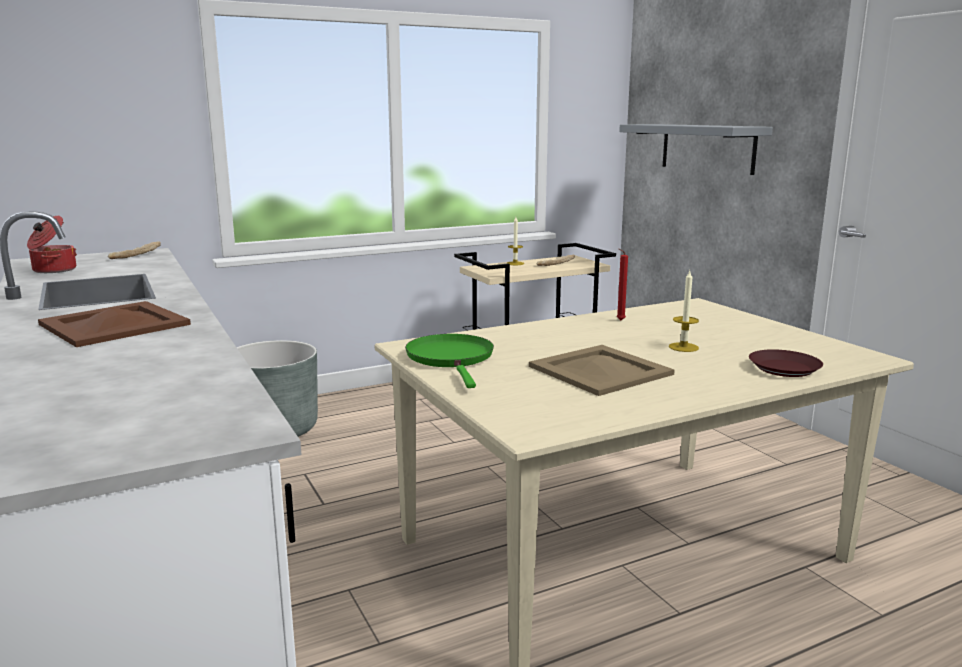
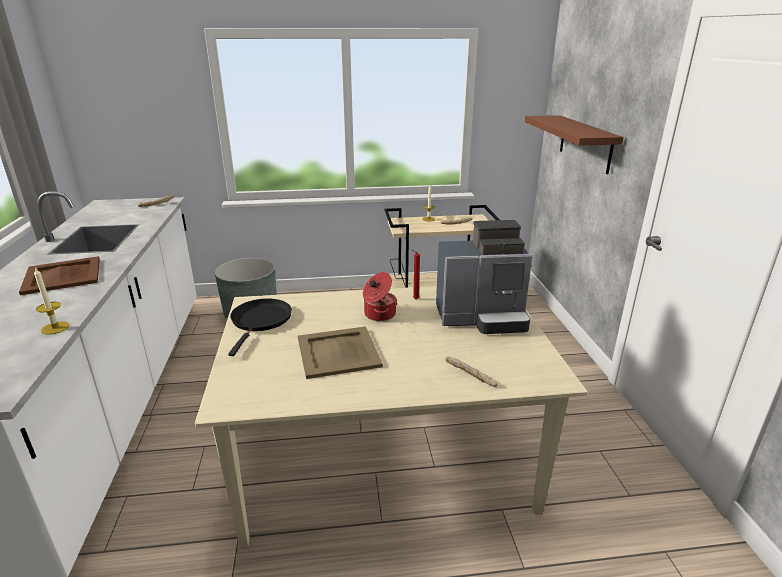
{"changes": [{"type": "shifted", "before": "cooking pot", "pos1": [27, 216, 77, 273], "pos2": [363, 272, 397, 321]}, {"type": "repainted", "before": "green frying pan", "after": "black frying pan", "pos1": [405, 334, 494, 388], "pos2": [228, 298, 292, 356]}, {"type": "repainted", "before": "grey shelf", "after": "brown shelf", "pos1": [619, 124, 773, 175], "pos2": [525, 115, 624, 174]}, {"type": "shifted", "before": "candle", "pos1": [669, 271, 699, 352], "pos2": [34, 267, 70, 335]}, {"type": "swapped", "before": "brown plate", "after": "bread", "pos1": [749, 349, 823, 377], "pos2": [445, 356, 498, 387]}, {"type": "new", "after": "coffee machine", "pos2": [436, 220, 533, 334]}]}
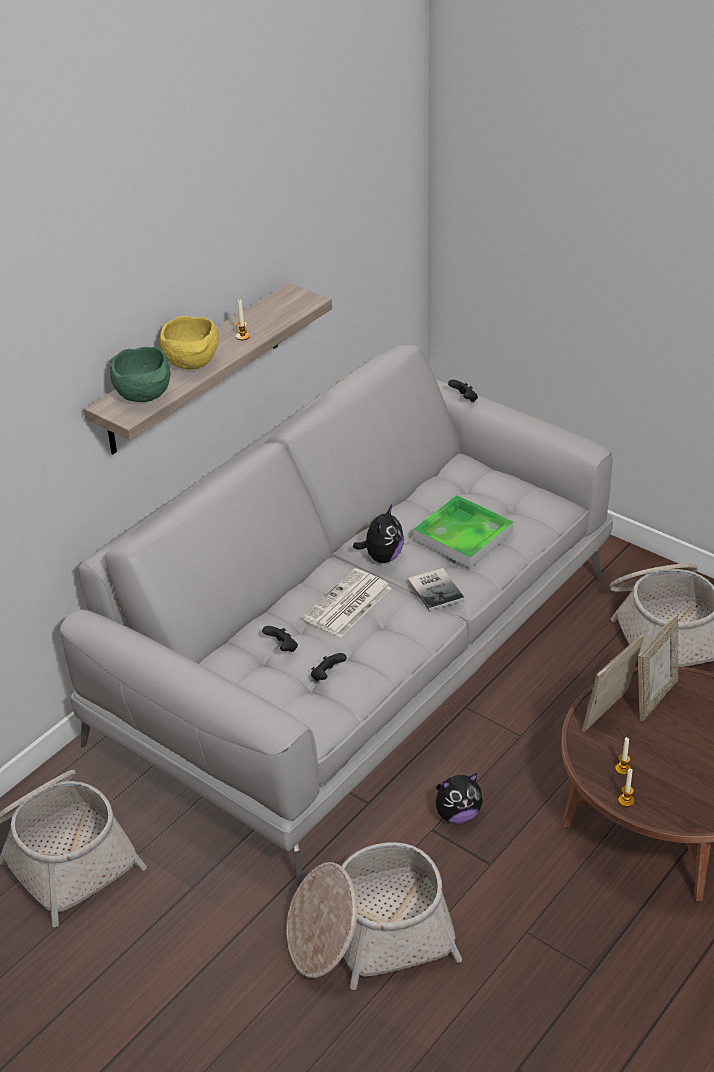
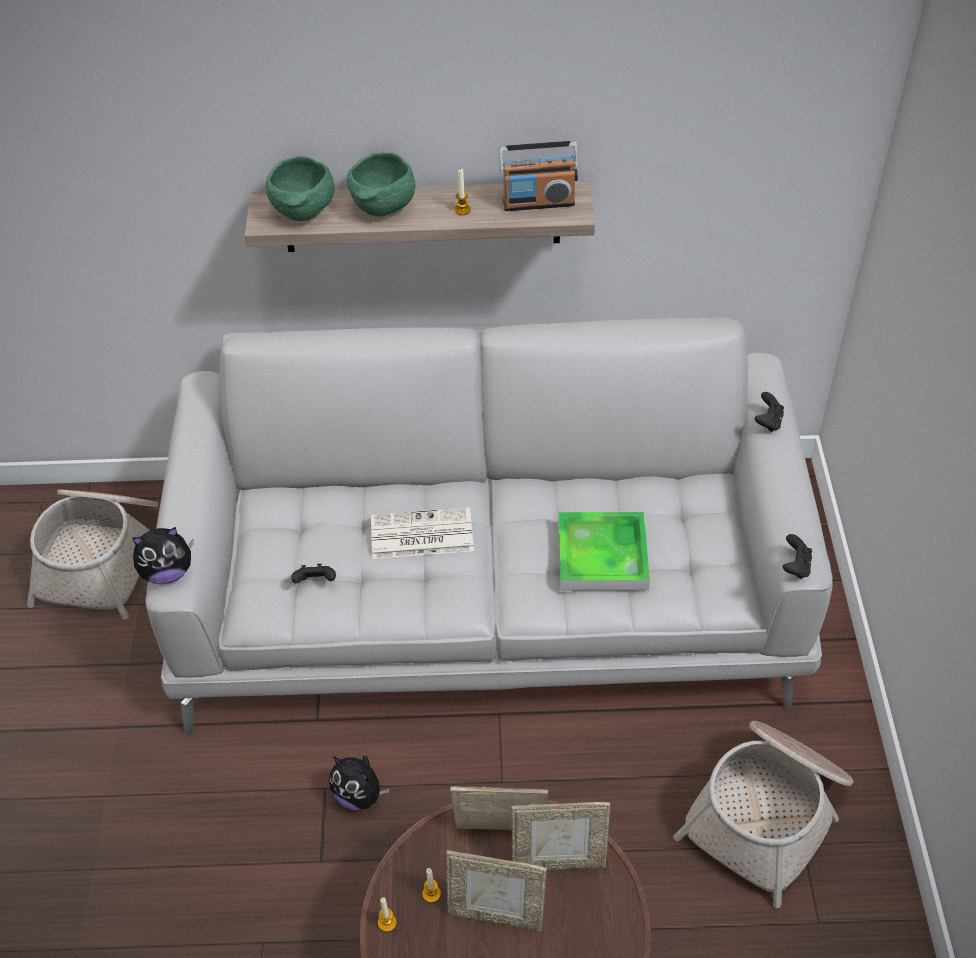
{"changes": [{"type": "repainted", "before": "yellow bowl", "after": "green bowl", "pos1": [159, 316, 219, 370], "pos2": [347, 152, 416, 216]}, {"type": "shifted", "before": "black game controller", "pos1": [262, 626, 298, 652], "pos2": [783, 534, 812, 579]}, {"type": "gone", "before": "basket", "pos1": [286, 842, 462, 990]}, {"type": "shifted", "before": "plush toy", "pos1": [353, 505, 404, 563], "pos2": [132, 527, 193, 585]}, {"type": "gone", "before": "book", "pos1": [408, 568, 464, 611]}, {"type": "new", "after": "picture frame", "pos2": [446, 850, 547, 931]}, {"type": "new", "after": "radio", "pos2": [499, 141, 579, 211]}]}
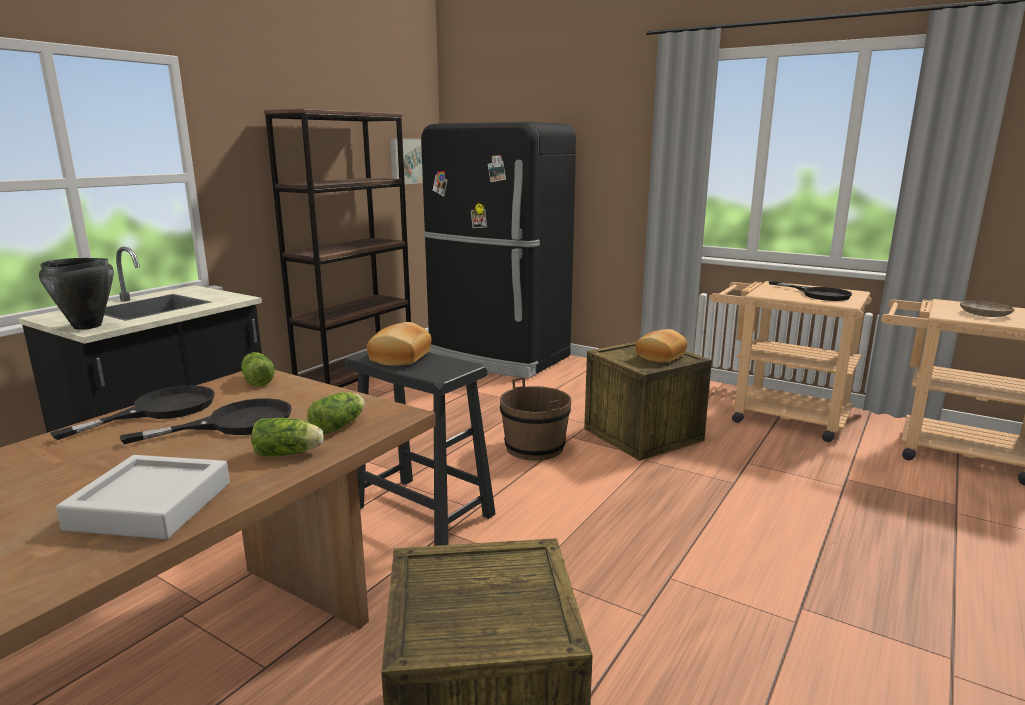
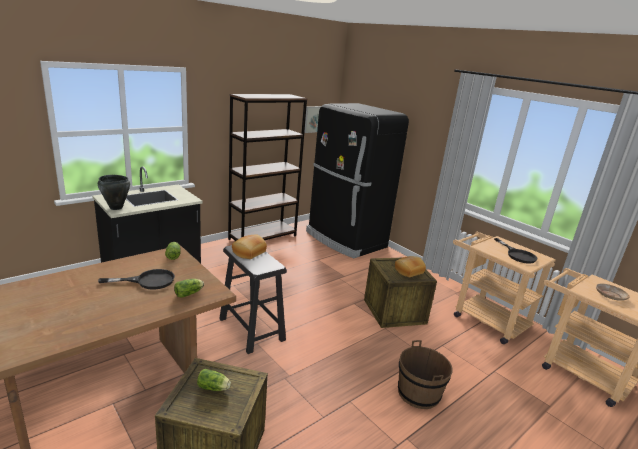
{"changes": [{"type": "gone", "before": "black frying pan", "pos1": [50, 385, 215, 440]}, {"type": "gone", "before": "grey tray", "pos1": [56, 455, 230, 539]}, {"type": "shifted", "before": "lettuce", "pos1": [251, 418, 324, 456], "pos2": [197, 369, 231, 391]}, {"type": "shifted", "before": "brown bucket", "pos1": [500, 378, 572, 461], "pos2": [398, 340, 453, 409]}]}
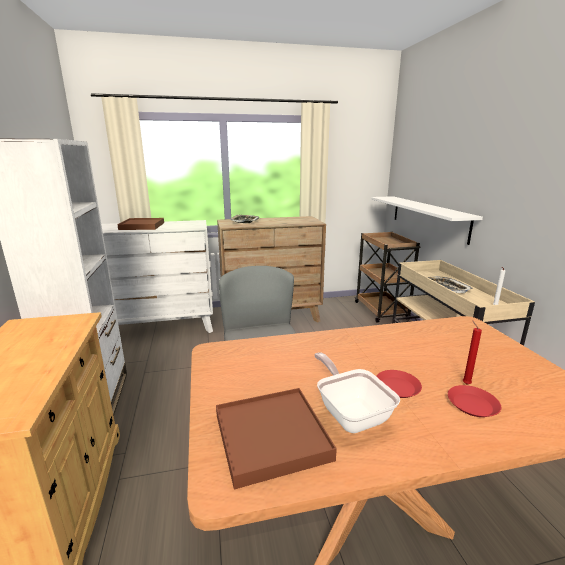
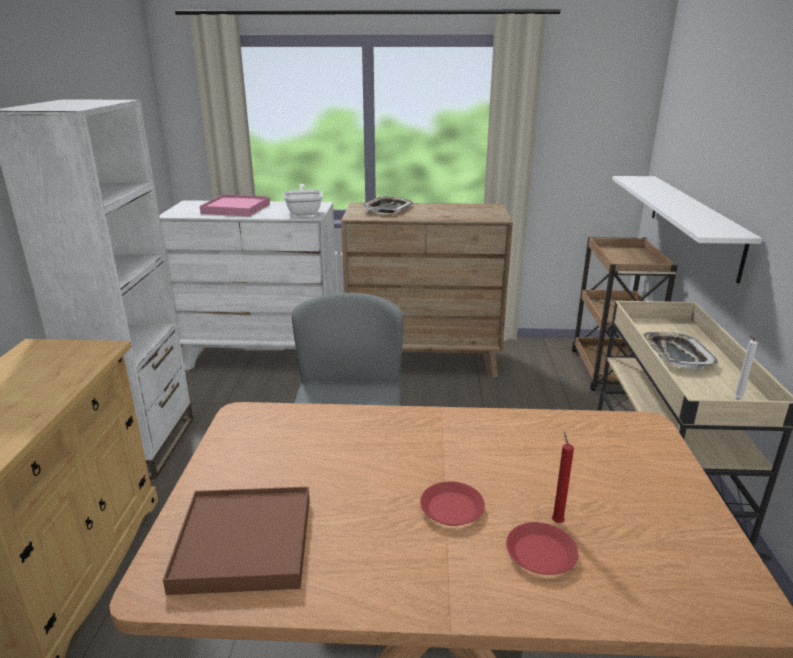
{"changes": [{"type": "repainted", "before": "brown tray", "after": "pink tray", "pos1": [117, 218, 164, 230], "pos2": [200, 194, 270, 217]}, {"type": "shifted", "before": "frying pan", "pos1": [314, 352, 400, 433], "pos2": [284, 184, 323, 216]}]}
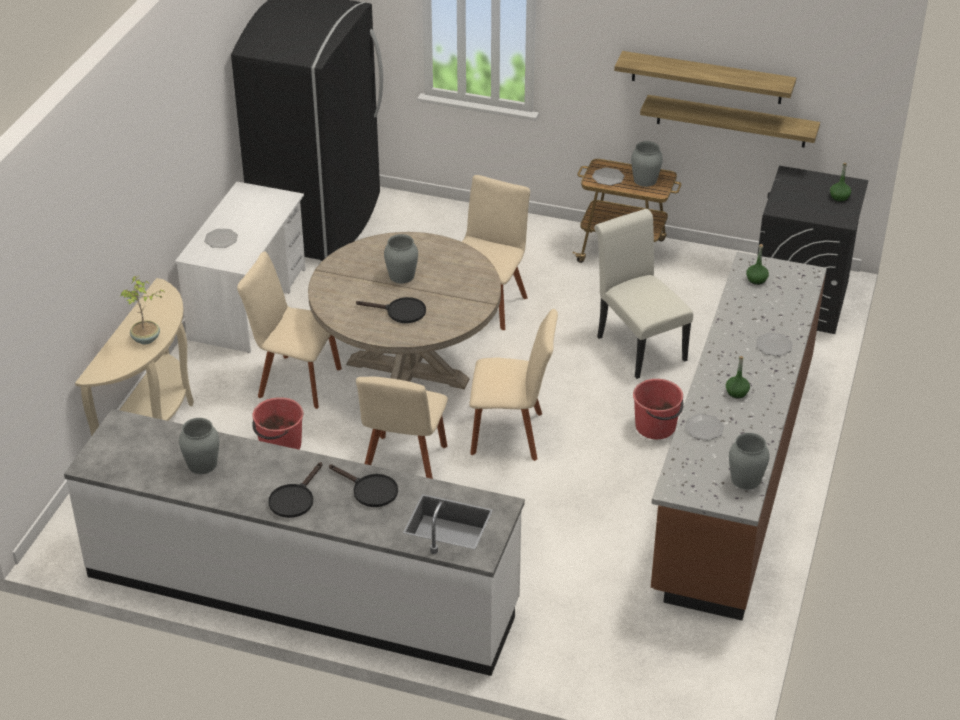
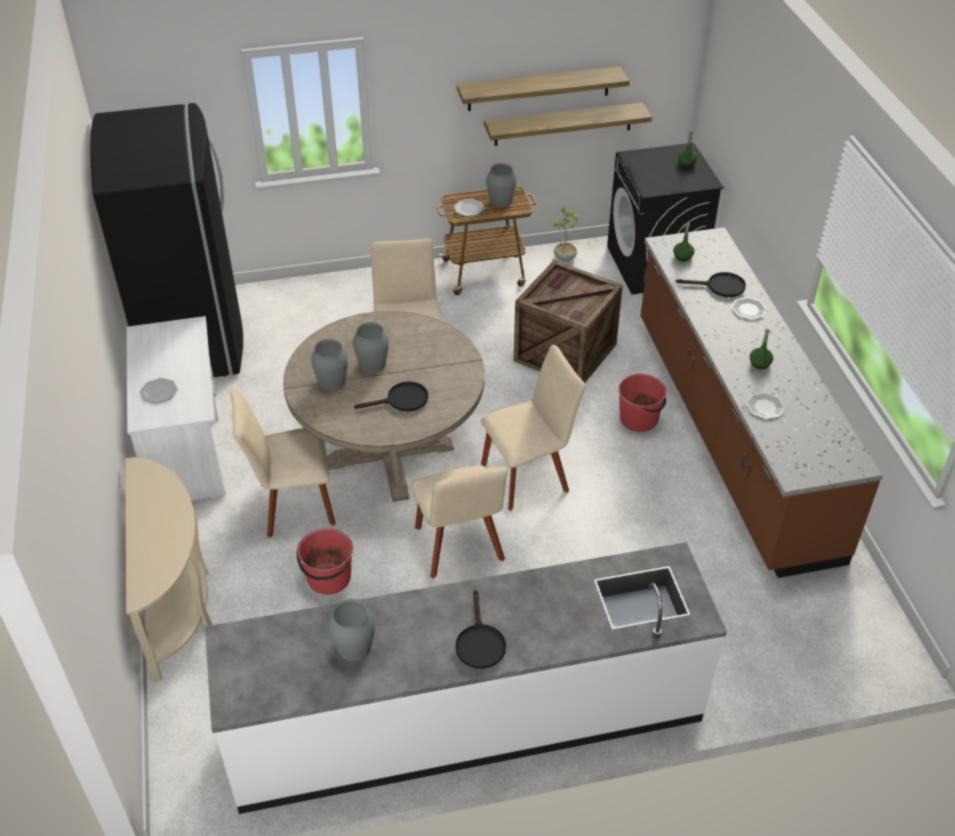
{"changes": [{"type": "shifted", "before": "potted plant", "pos1": [121, 276, 166, 344], "pos2": [553, 206, 581, 262]}, {"type": "shifted", "before": "black frying pan", "pos1": [329, 464, 398, 507], "pos2": [676, 272, 746, 297]}, {"type": "swapped", "before": "white chair", "after": "crate", "pos1": [594, 209, 693, 379], "pos2": [514, 260, 623, 383]}, {"type": "shifted", "before": "grey vase", "pos1": [729, 433, 770, 490], "pos2": [311, 339, 348, 390]}]}
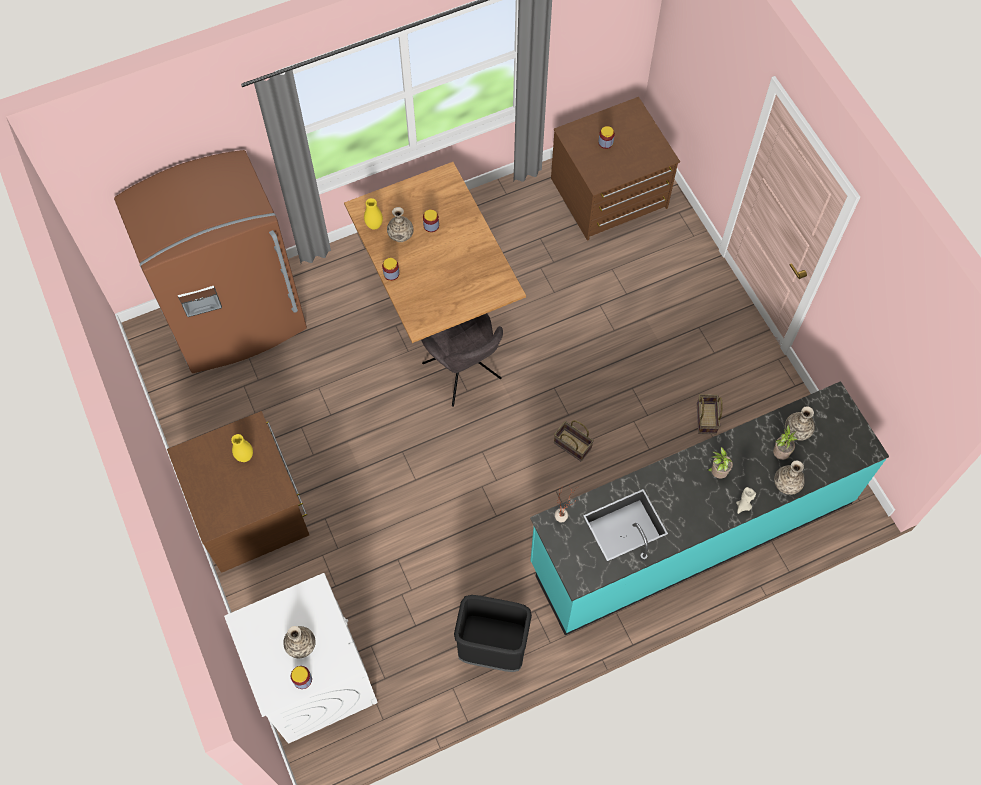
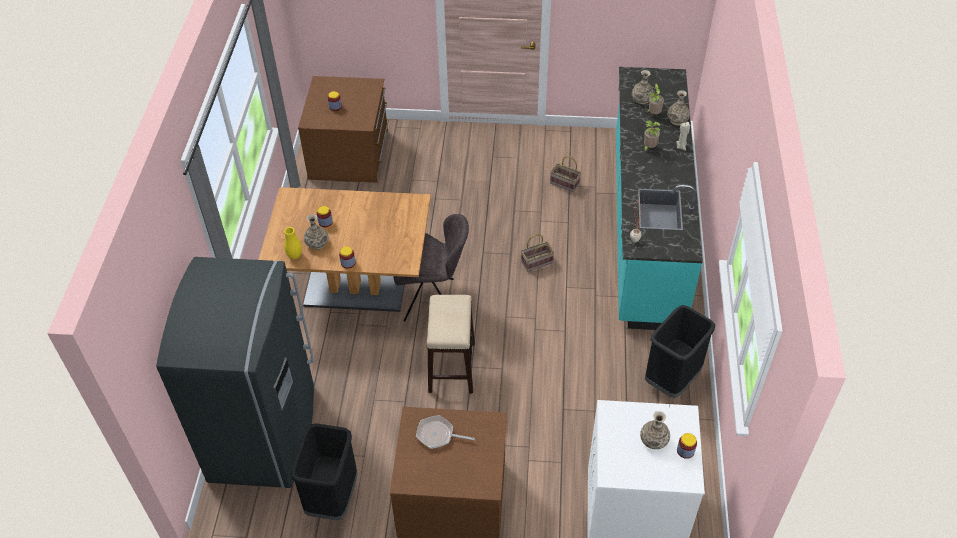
{"changes": [{"type": "repainted", "before": "brown fridge", "after": "grey fridge", "pos1": [114, 150, 307, 373], "pos2": [156, 257, 314, 488]}, {"type": "swapped", "before": "yellow vase", "after": "frying pan", "pos1": [231, 434, 253, 462], "pos2": [416, 415, 475, 449]}, {"type": "new", "after": "black trash can", "pos2": [291, 423, 357, 521]}, {"type": "new", "after": "stool", "pos2": [427, 295, 475, 393]}]}
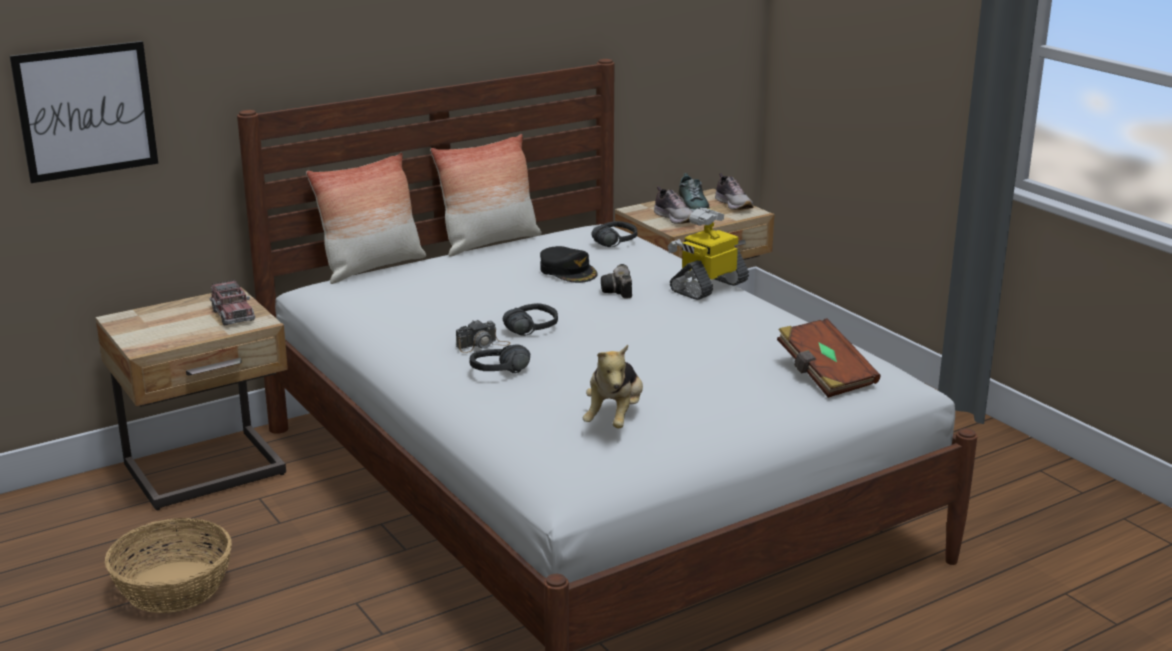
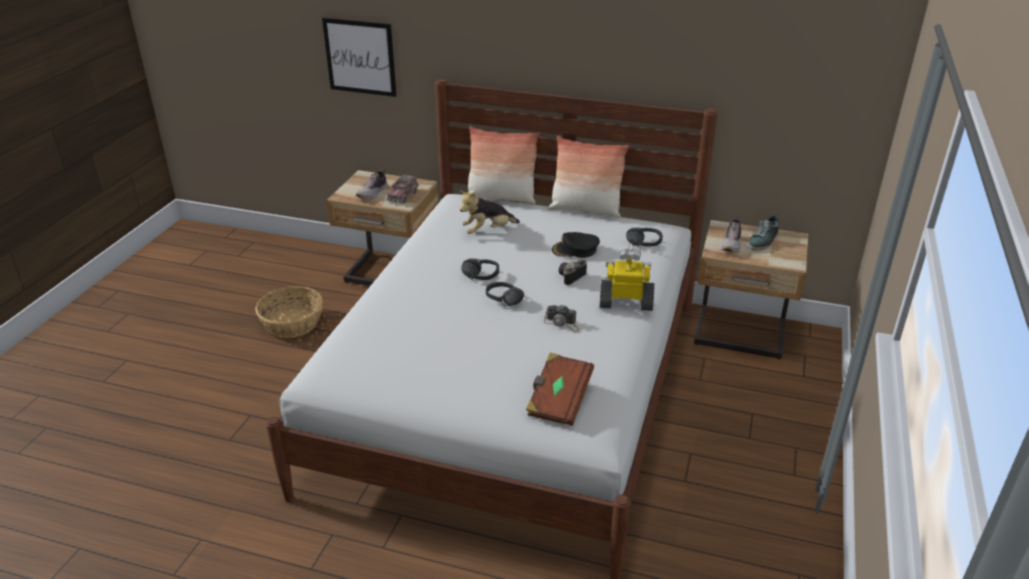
{"changes": [{"type": "shifted", "before": "photo camera", "pos1": [456, 319, 511, 353], "pos2": [544, 305, 579, 332]}, {"type": "shifted", "before": "black headphones", "pos1": [470, 345, 530, 373], "pos2": [486, 282, 524, 306]}, {"type": "rotated", "before": "black cap", "pos1": [540, 246, 598, 283], "pos2": [552, 232, 600, 258], "turn": 75}, {"type": "shifted", "before": "plush toy", "pos1": [583, 345, 643, 428], "pos2": [460, 191, 520, 234]}, {"type": "shifted", "before": "shoe", "pos1": [715, 173, 754, 210], "pos2": [356, 168, 388, 200]}]}
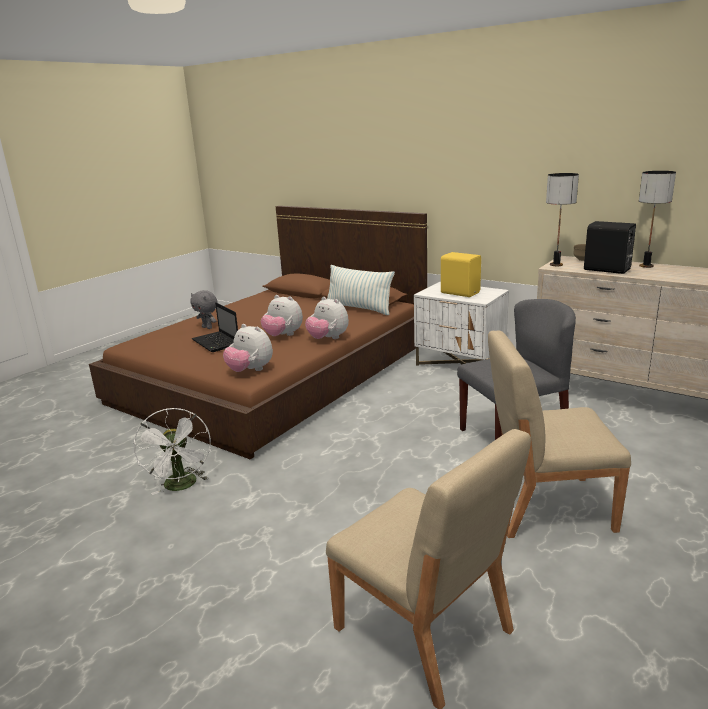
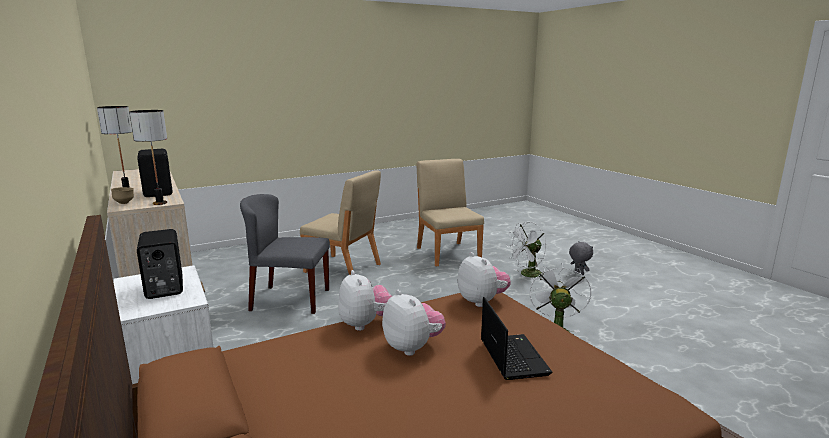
{"changes": [{"type": "shifted", "before": "grey plush toy", "pos1": [190, 290, 218, 329], "pos2": [569, 241, 593, 275]}, {"type": "gone", "before": "pillow", "pos1": [327, 265, 395, 315]}, {"type": "repainted", "before": "yellow speaker", "after": "black speaker", "pos1": [441, 252, 481, 297], "pos2": [137, 229, 183, 299]}, {"type": "new", "after": "white fan", "pos2": [508, 222, 546, 280]}]}
